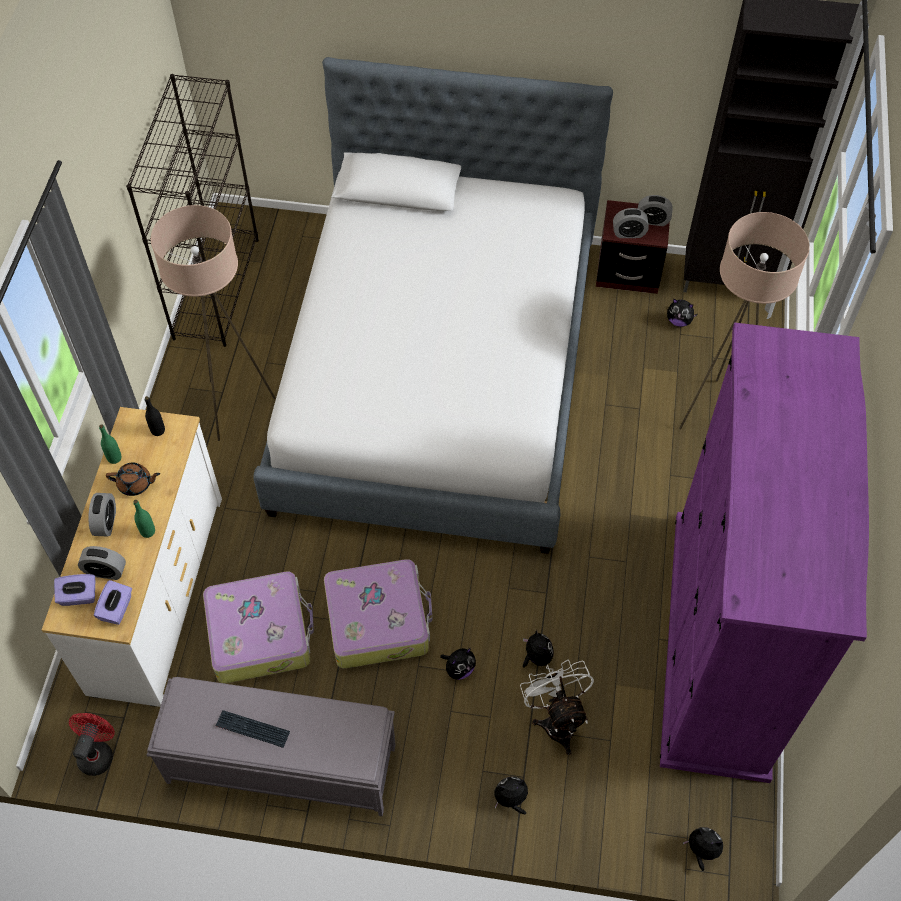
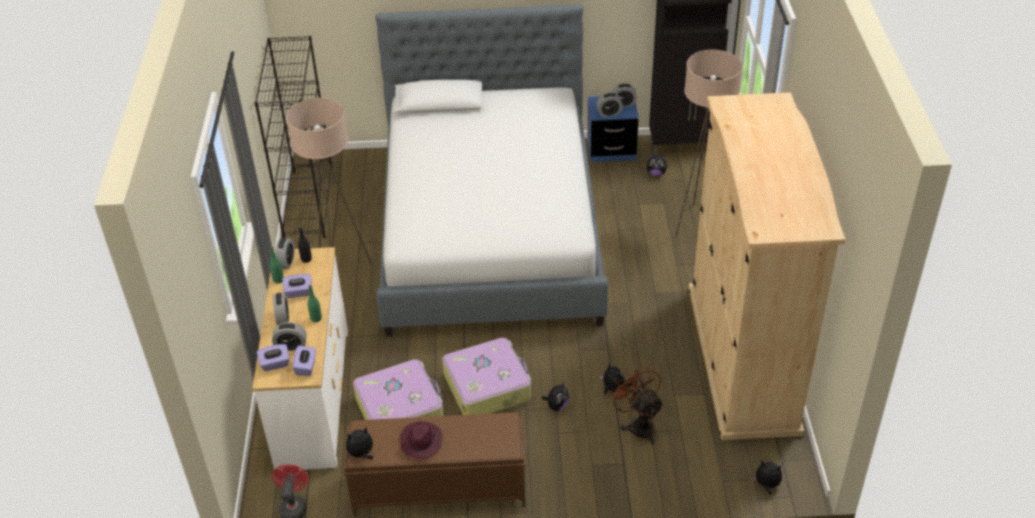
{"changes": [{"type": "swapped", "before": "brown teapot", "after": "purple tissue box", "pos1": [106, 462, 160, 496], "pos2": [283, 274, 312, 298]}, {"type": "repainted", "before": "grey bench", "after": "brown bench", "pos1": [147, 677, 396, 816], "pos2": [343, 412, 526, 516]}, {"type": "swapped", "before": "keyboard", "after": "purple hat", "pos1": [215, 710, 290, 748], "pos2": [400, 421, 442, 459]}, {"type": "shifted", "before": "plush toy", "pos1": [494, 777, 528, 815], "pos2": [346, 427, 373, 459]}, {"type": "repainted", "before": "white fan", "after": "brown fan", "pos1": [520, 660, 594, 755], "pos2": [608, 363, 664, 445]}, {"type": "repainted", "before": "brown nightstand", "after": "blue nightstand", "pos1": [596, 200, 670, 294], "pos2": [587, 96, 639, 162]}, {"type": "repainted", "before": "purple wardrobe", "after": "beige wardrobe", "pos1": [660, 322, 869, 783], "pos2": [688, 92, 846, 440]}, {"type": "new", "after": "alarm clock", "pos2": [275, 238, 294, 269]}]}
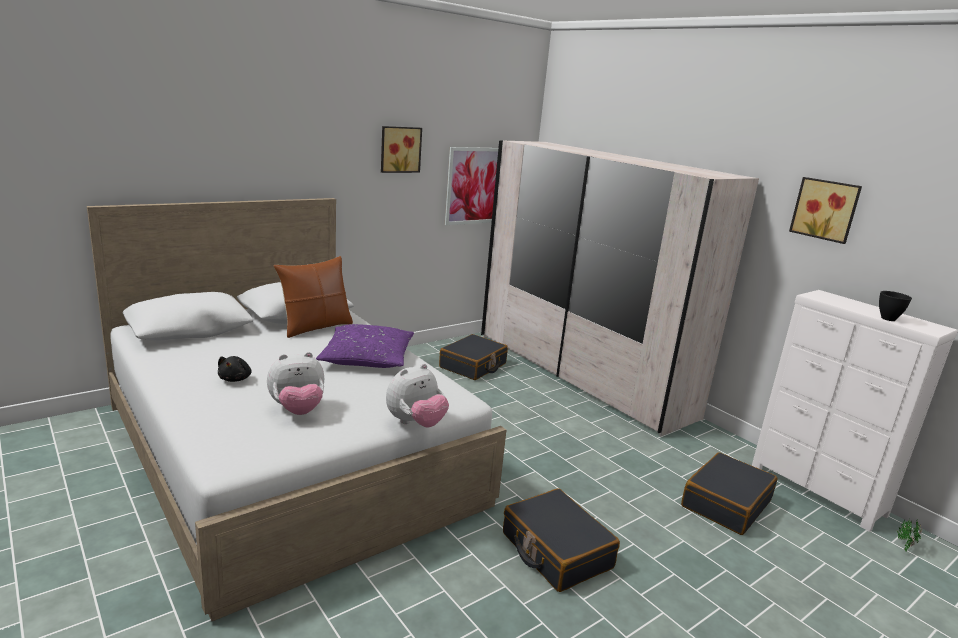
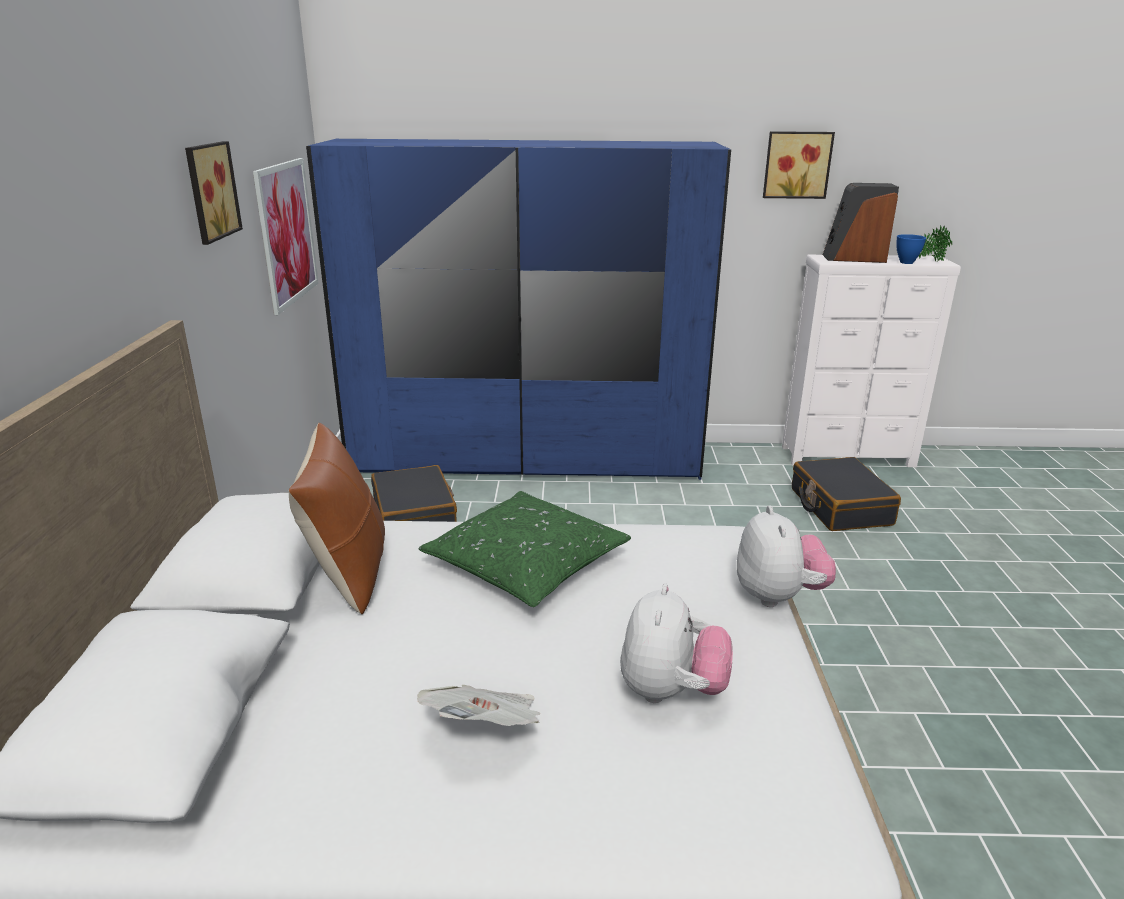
{"changes": [{"type": "swapped", "before": "black plush toy", "after": "newspaper", "pos1": [218, 356, 252, 382], "pos2": [417, 685, 541, 726]}, {"type": "repainted", "before": "purple pillow", "after": "green pillow", "pos1": [316, 324, 414, 368], "pos2": [418, 491, 631, 607]}, {"type": "repainted", "before": "white wardrobe", "after": "blue wardrobe", "pos1": [481, 140, 759, 436], "pos2": [306, 139, 731, 480]}, {"type": "gone", "before": "black suitcase", "pos1": [503, 488, 620, 592]}, {"type": "repainted", "before": "black bowl", "after": "blue bowl", "pos1": [879, 291, 912, 321], "pos2": [896, 234, 926, 264]}, {"type": "shifted", "before": "potted plant", "pos1": [896, 519, 922, 552], "pos2": [919, 225, 952, 262]}, {"type": "new", "after": "speaker", "pos2": [823, 183, 899, 263]}]}
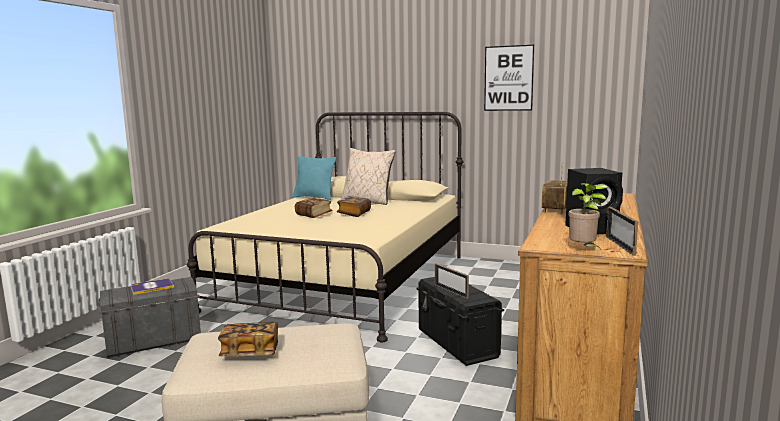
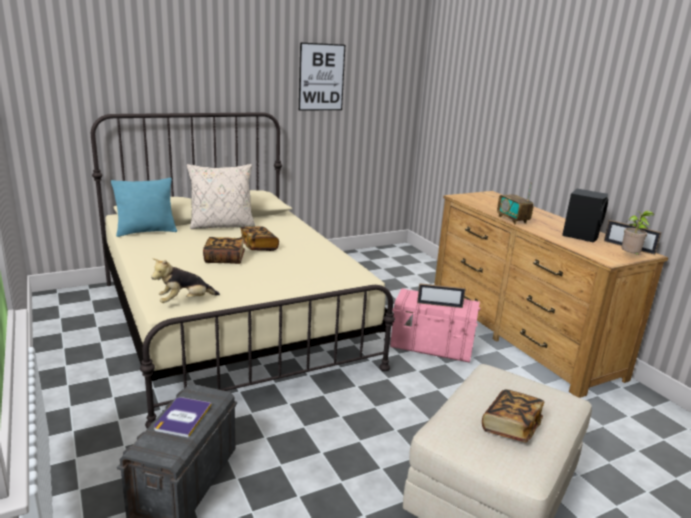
{"changes": [{"type": "repainted", "before": "black storage box", "after": "pink storage box", "pos1": [416, 277, 504, 366], "pos2": [390, 288, 480, 363]}, {"type": "new", "after": "plush toy", "pos2": [151, 258, 220, 303]}]}
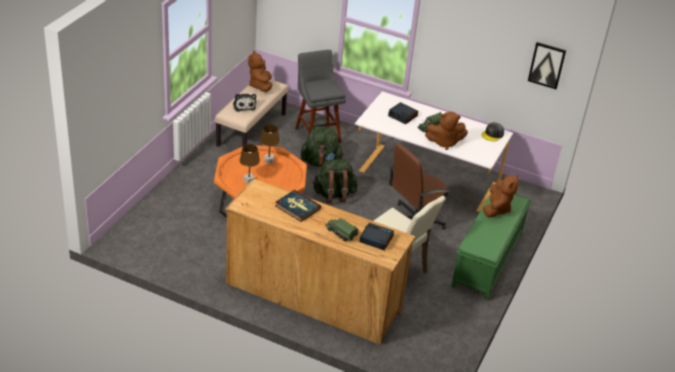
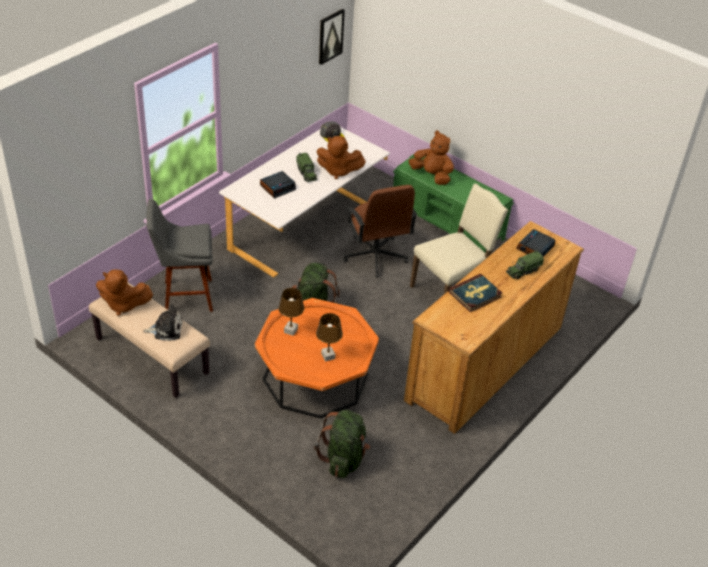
{"changes": [{"type": "shifted", "before": "green backpack", "pos1": [301, 126, 344, 167], "pos2": [314, 410, 370, 478]}, {"type": "rotated", "before": "brown plush toy", "pos1": [425, 112, 468, 150], "pos2": [317, 136, 366, 179], "turn": 90}]}
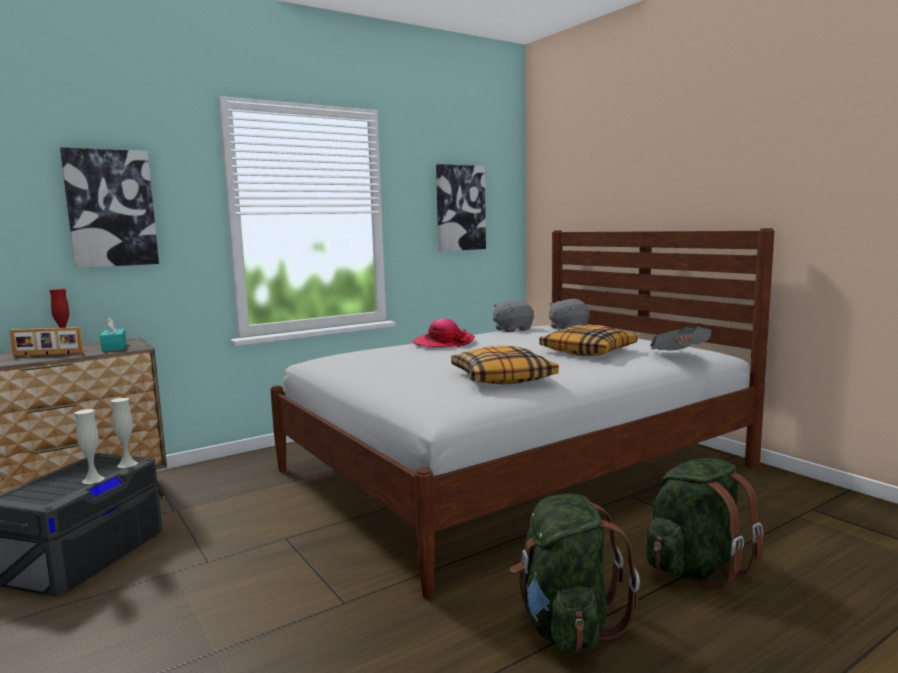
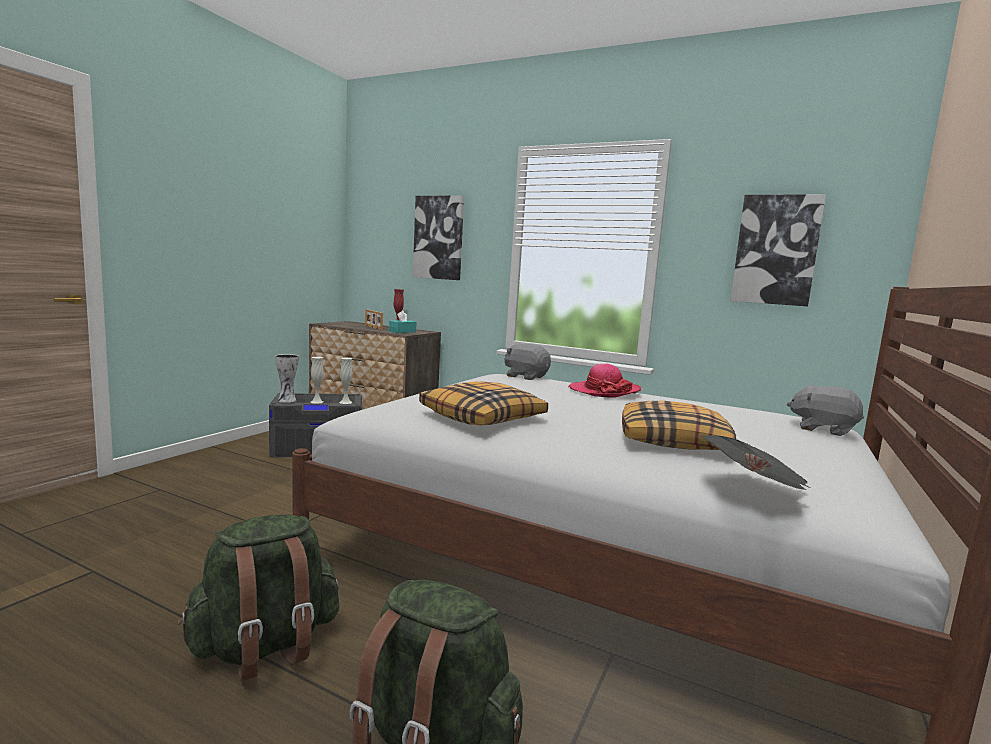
{"changes": [{"type": "shifted", "before": "grey plush toy", "pos1": [493, 300, 534, 332], "pos2": [504, 344, 551, 380]}, {"type": "new", "after": "vase", "pos2": [275, 354, 299, 403]}]}
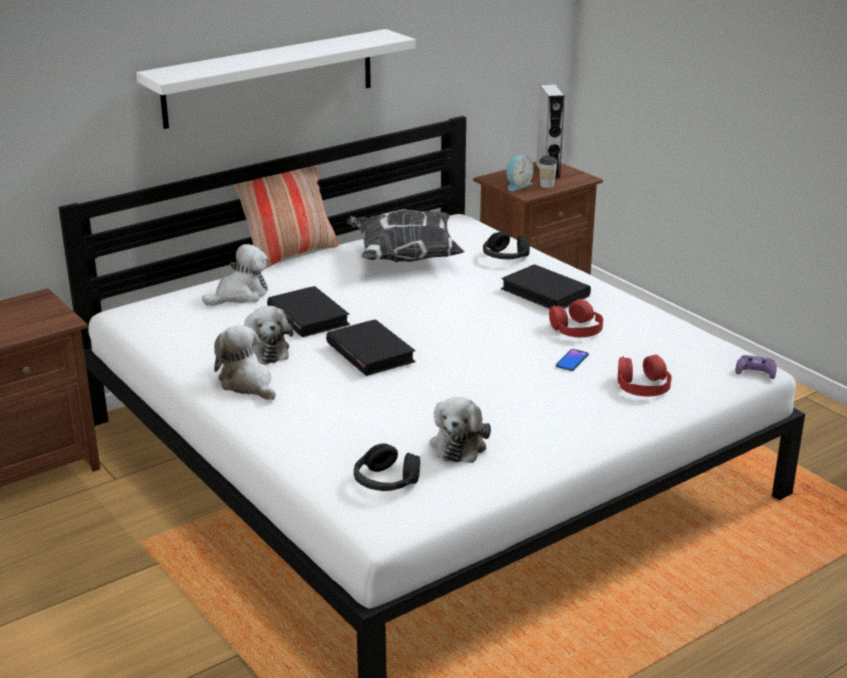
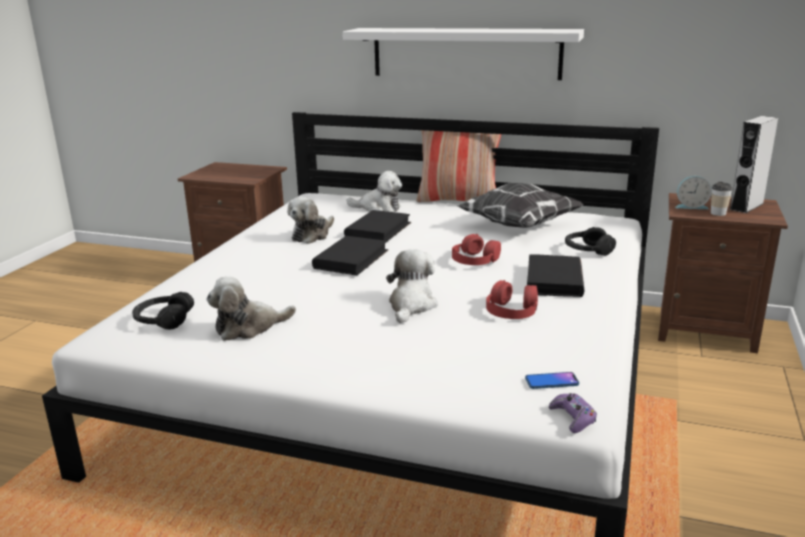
{"changes": [{"type": "shifted", "before": "plush toy", "pos1": [214, 325, 276, 400], "pos2": [386, 249, 438, 323]}, {"type": "shifted", "before": "phone", "pos1": [556, 349, 589, 371], "pos2": [525, 372, 579, 389]}, {"type": "shifted", "before": "red headphones", "pos1": [618, 355, 672, 396], "pos2": [452, 234, 501, 265]}]}
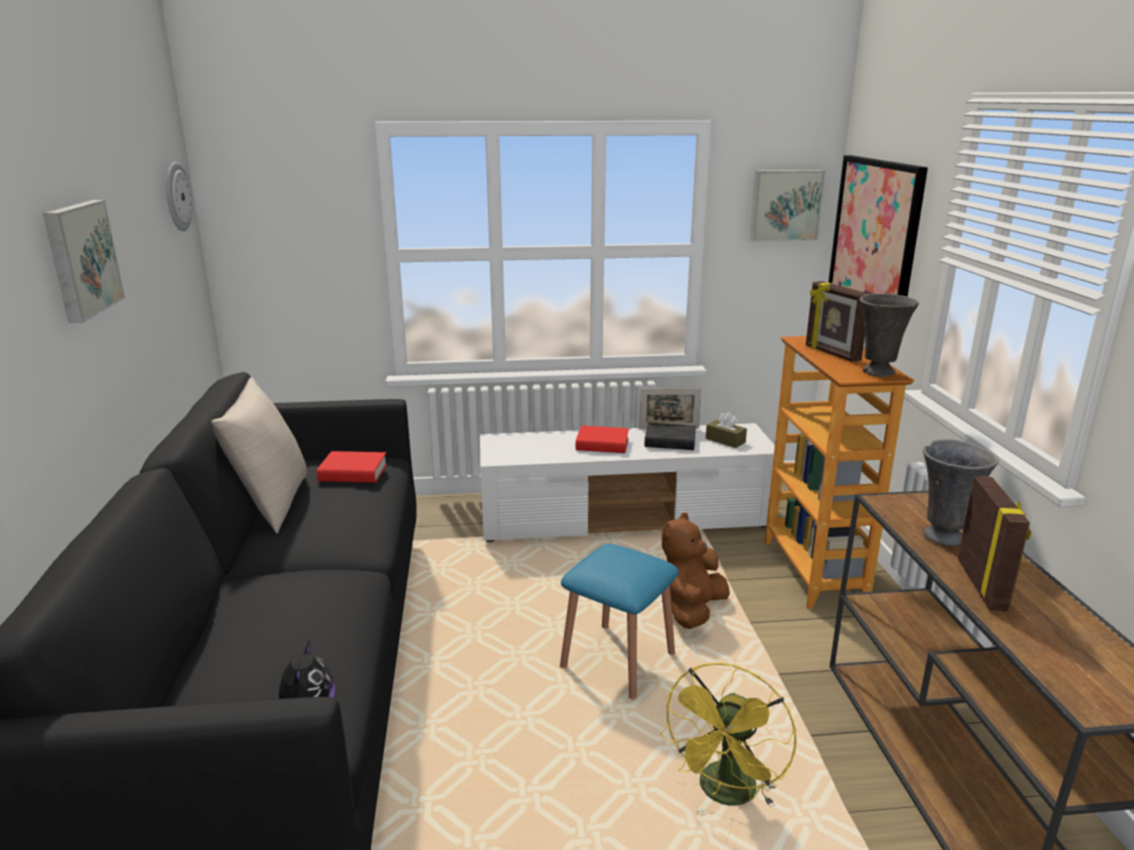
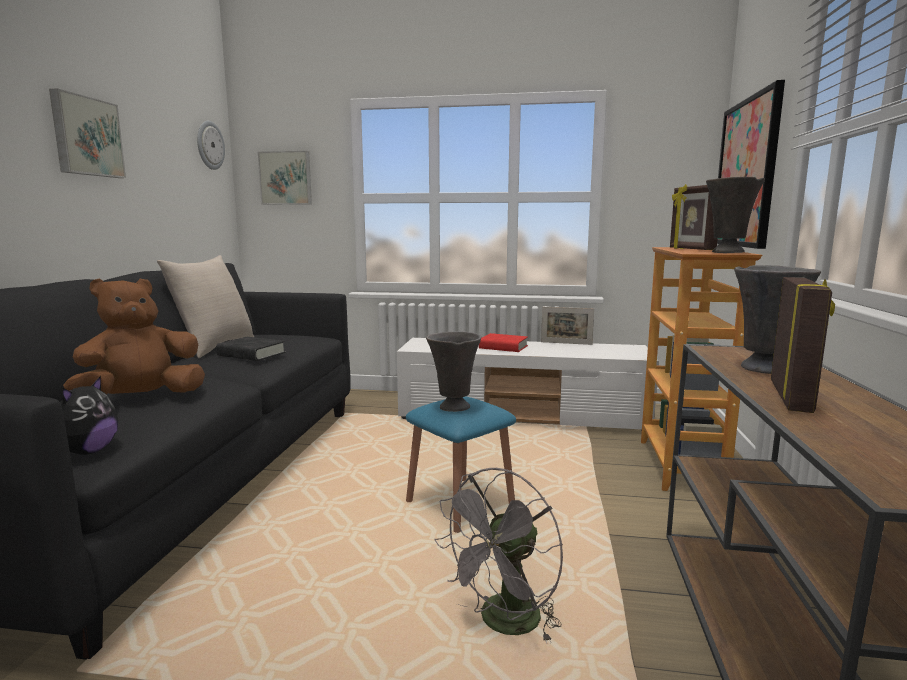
{"changes": [{"type": "gone", "before": "red book", "pos1": [317, 451, 387, 483]}, {"type": "shifted", "before": "black book", "pos1": [644, 423, 696, 450], "pos2": [216, 337, 285, 361]}, {"type": "repainted", "before": "yellow fan", "after": "grey fan", "pos1": [660, 663, 797, 807], "pos2": [435, 468, 563, 643]}, {"type": "shifted", "before": "brown plush toy", "pos1": [662, 513, 730, 629], "pos2": [63, 279, 205, 394]}, {"type": "gone", "before": "brown tissue box", "pos1": [706, 412, 747, 448]}, {"type": "shifted", "before": "picture", "pos1": [750, 170, 825, 241], "pos2": [258, 151, 312, 205]}, {"type": "new", "after": "grey vase", "pos2": [426, 331, 481, 412]}]}
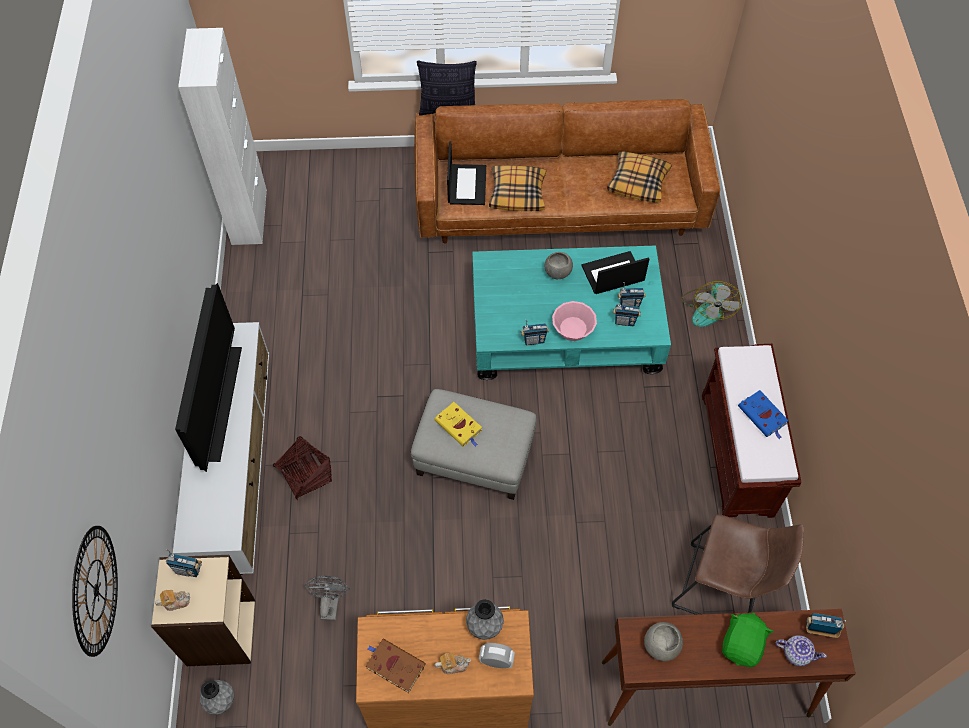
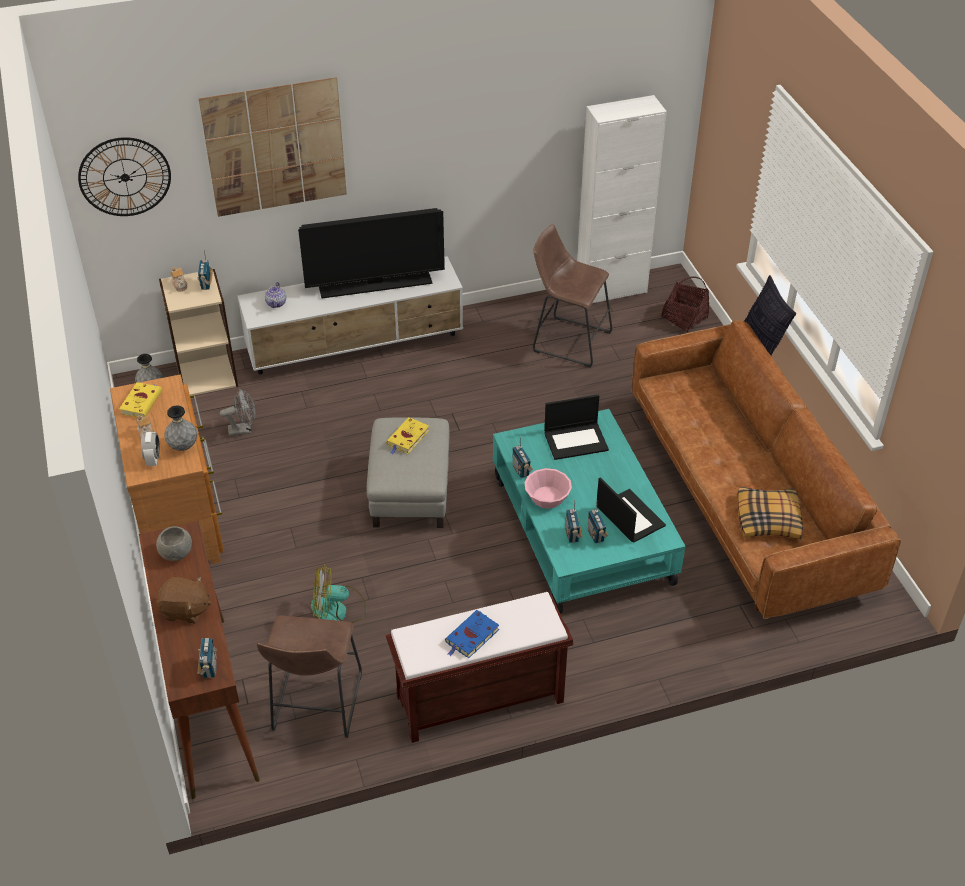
{"changes": [{"type": "shifted", "before": "basket", "pos1": [273, 436, 332, 500], "pos2": [661, 276, 709, 332]}, {"type": "repainted", "before": "brown book", "after": "yellow book", "pos1": [366, 639, 426, 693], "pos2": [119, 382, 162, 417]}, {"type": "shifted", "before": "laptop", "pos1": [447, 141, 486, 205], "pos2": [544, 394, 609, 460]}, {"type": "gone", "before": "pillow", "pos1": [489, 166, 546, 211]}, {"type": "gone", "before": "grey bowl", "pos1": [545, 252, 573, 279]}, {"type": "shifted", "before": "fan", "pos1": [681, 281, 743, 327], "pos2": [311, 564, 366, 623]}, {"type": "repainted", "before": "green plush toy", "after": "brown plush toy", "pos1": [722, 612, 774, 667], "pos2": [157, 577, 212, 624]}, {"type": "shifted", "before": "teapot", "pos1": [776, 635, 827, 666], "pos2": [265, 282, 286, 308]}, {"type": "new", "after": "picture", "pos2": [199, 77, 347, 217]}, {"type": "new", "after": "brown stool", "pos2": [533, 224, 612, 368]}]}
